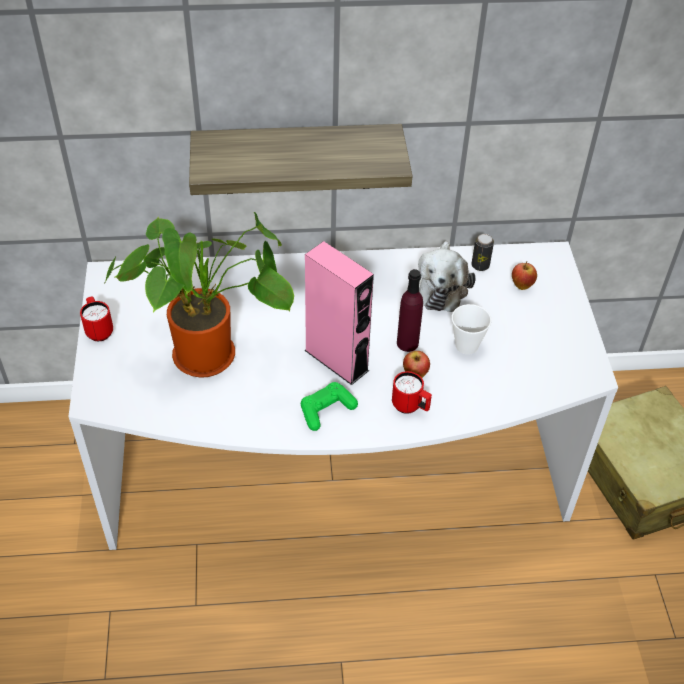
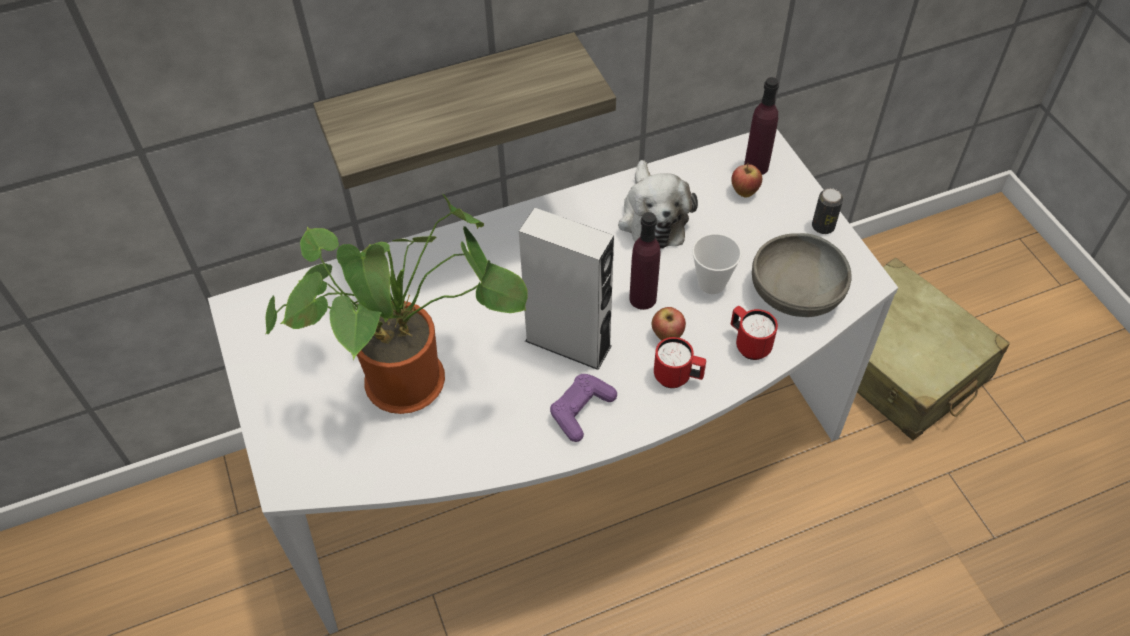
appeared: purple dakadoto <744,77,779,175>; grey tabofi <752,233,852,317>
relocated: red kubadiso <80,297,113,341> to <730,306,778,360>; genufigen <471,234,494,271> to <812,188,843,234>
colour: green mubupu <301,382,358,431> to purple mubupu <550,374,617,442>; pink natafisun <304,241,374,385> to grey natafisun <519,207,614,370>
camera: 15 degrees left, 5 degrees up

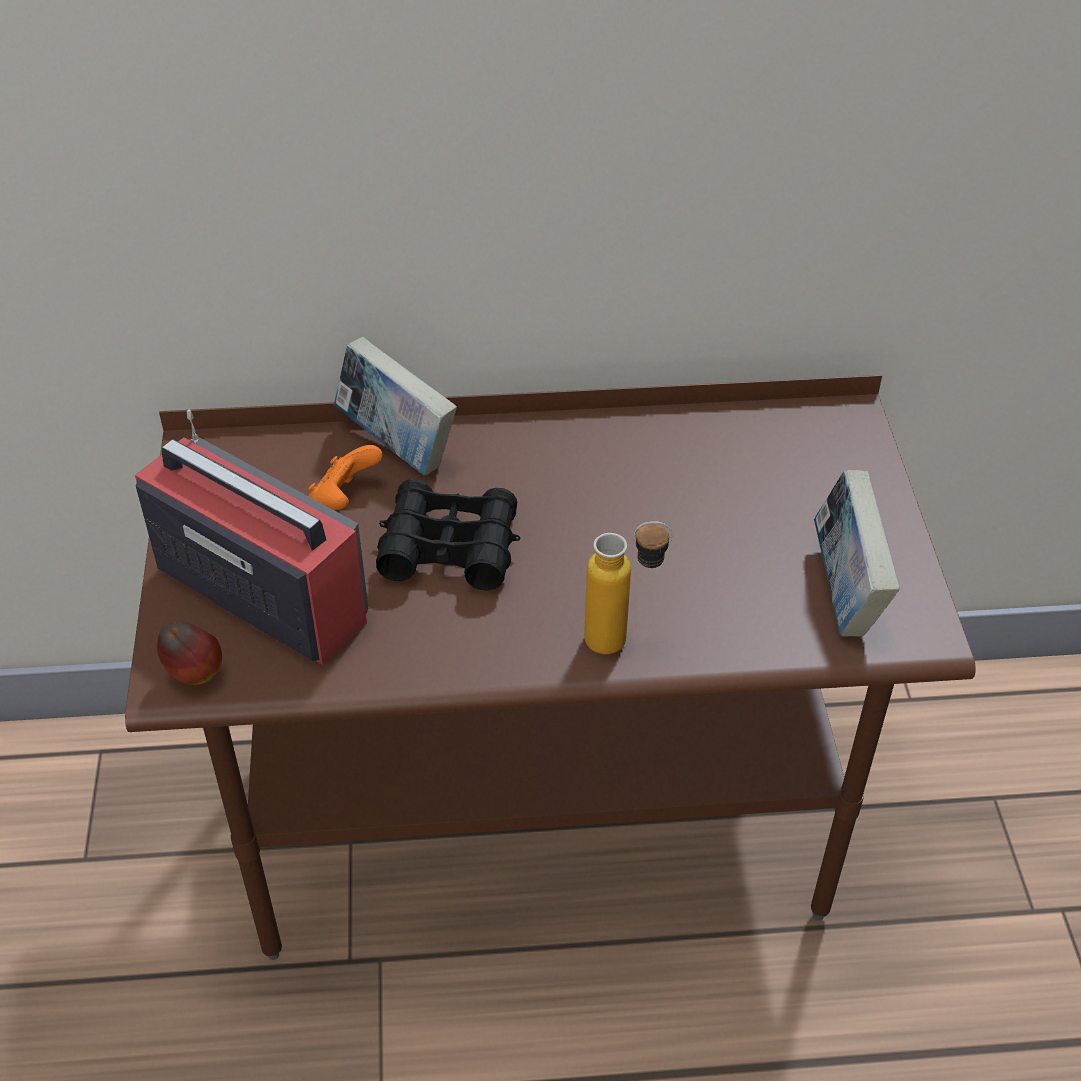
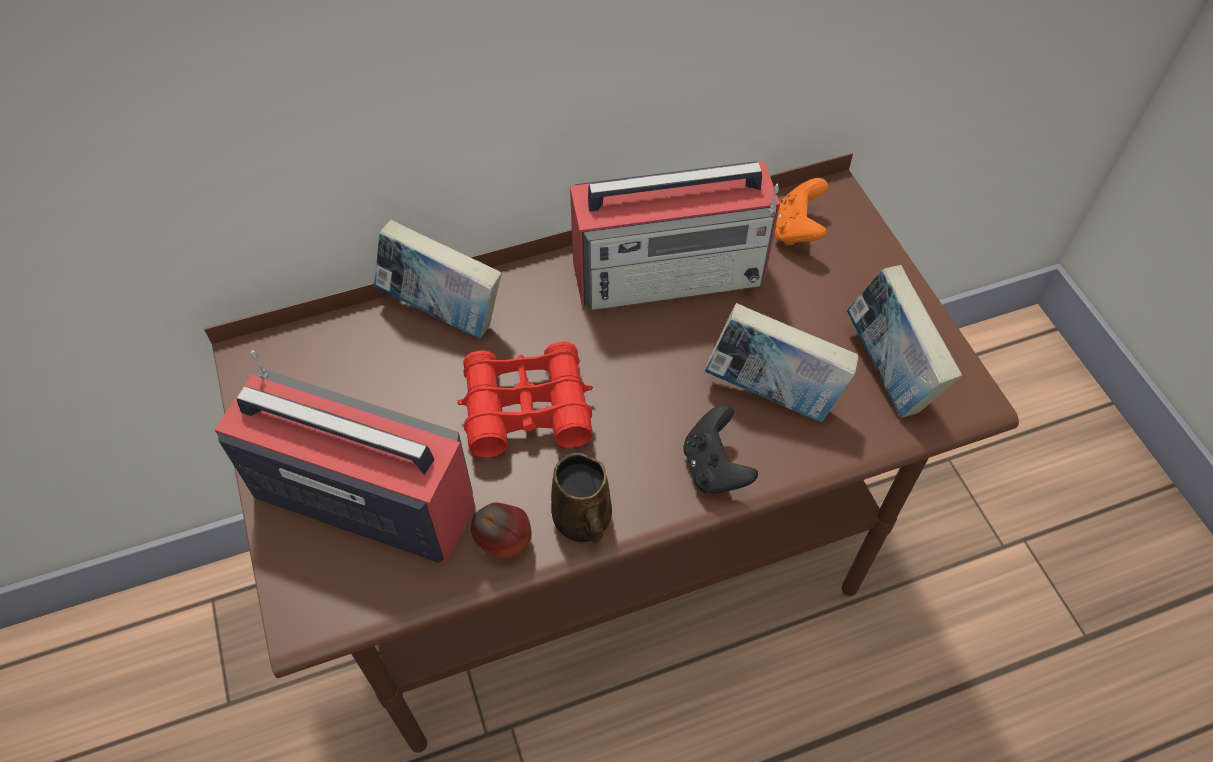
appeared: brown kubadiso <551,453,612,543>; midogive <570,161,780,311>; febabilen <705,303,858,422>
relocated: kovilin <157,622,222,685> to <471,503,532,559>; orange mubupu <308,445,383,510> to <775,178,828,246>
exchanged: dakadoto <584,521,672,654> to black mubupu <684,405,758,494>
colour: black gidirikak <376,479,521,591> to red gidirikak <457,341,593,457>
camera: 15 degrees left, 10 degrees up

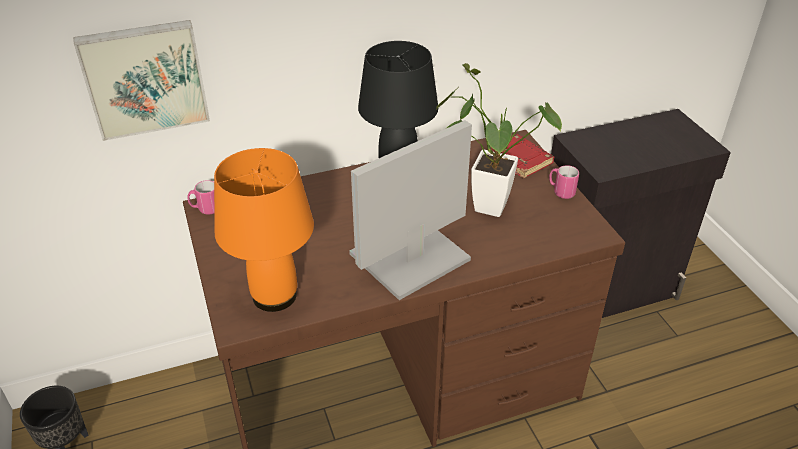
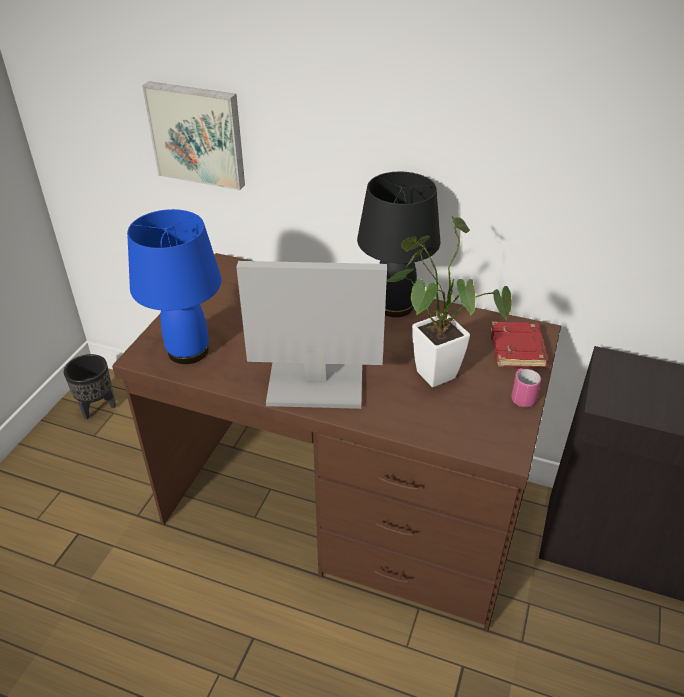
missing: pink kubadiso <187,180,214,215>
colour: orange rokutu <214,148,314,312> to blue rokutu <127,209,222,364>
camera: 40 degrees right, 0 degrees up

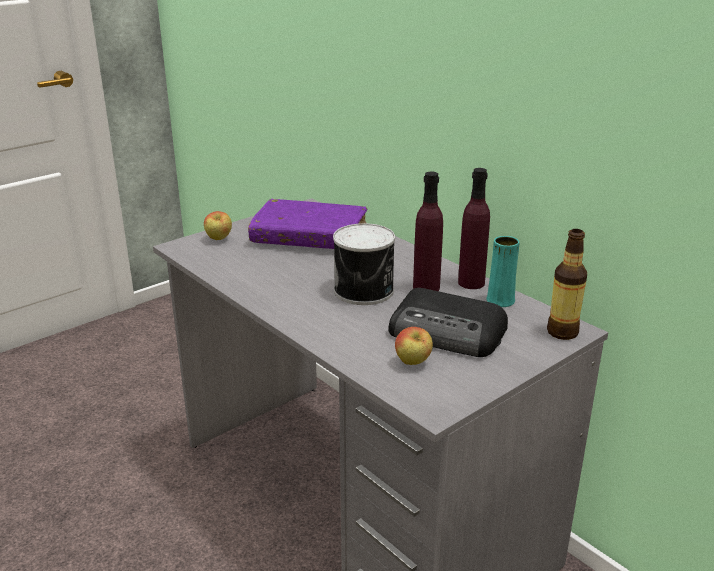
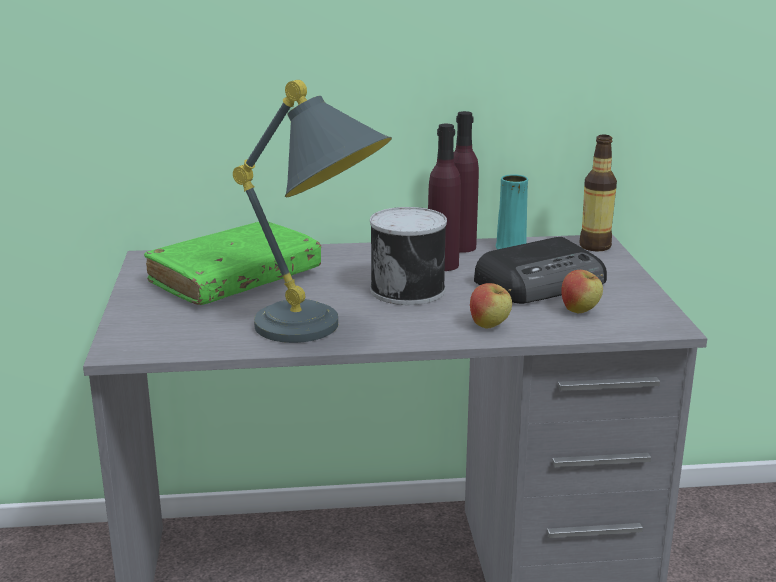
appeared: grey rokutu <233,80,392,343>
relocated: kovilin <204,211,232,240> to <470,283,512,329>
colour: purple febabilen <248,199,368,249> to green febabilen <144,222,321,305>
camera: 55 degrees left, 5 degrees down

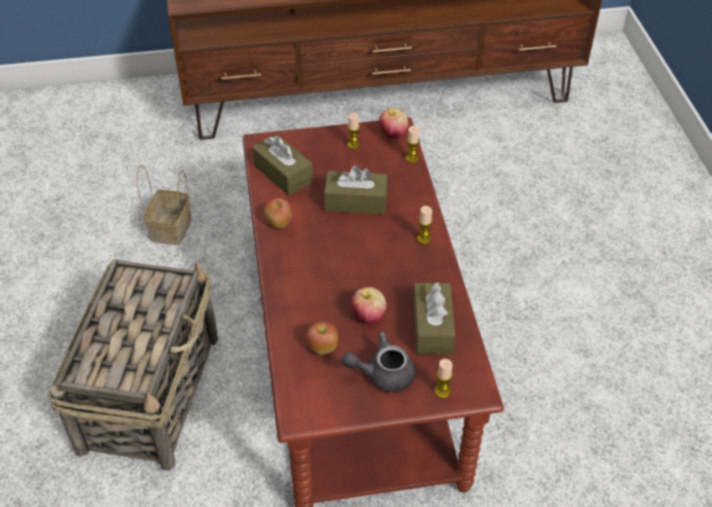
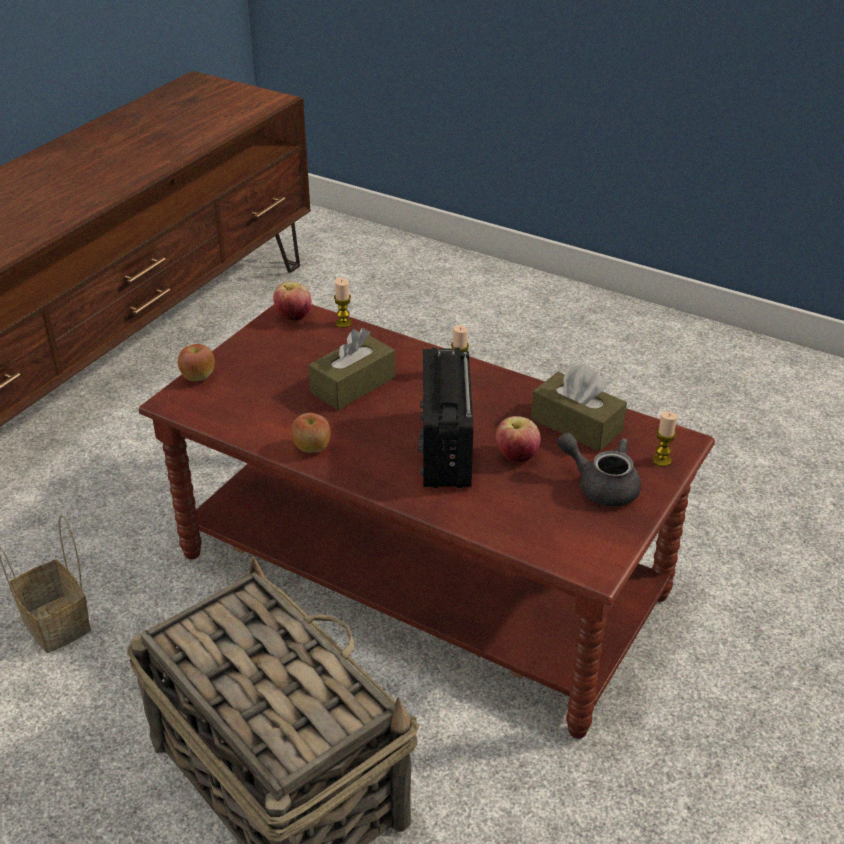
missing: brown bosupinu <252,134,313,196>; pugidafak <347,113,360,150>
appeared: midogive <418,347,473,488>
relocated: kovilin <307,322,338,355> to <178,344,215,381>
spun: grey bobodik <342,332,416,392> = <557,433,641,506> 90 degrees clockwise
camera: 50 degrees left, 10 degrees down

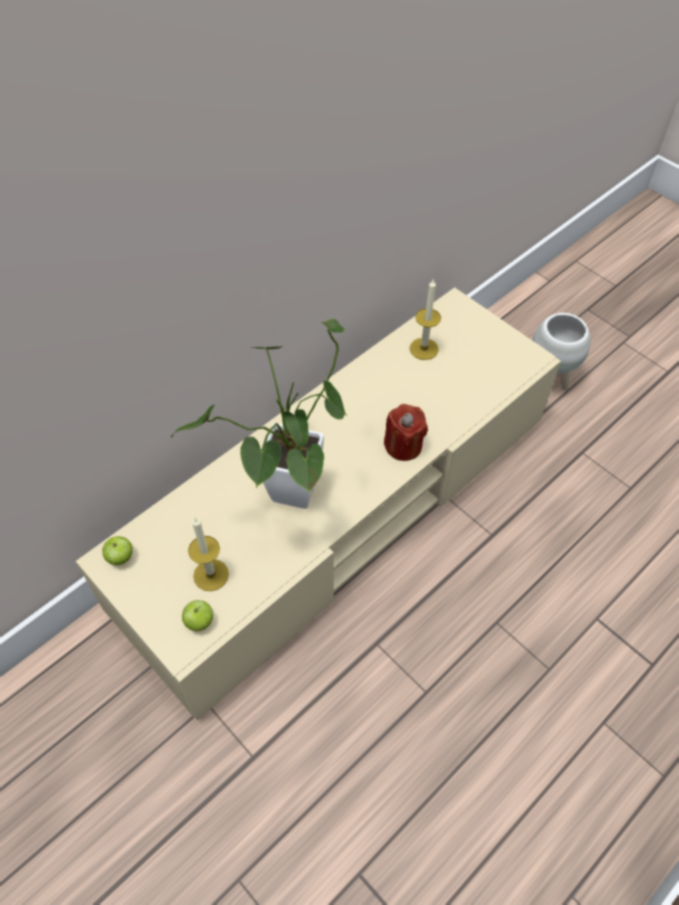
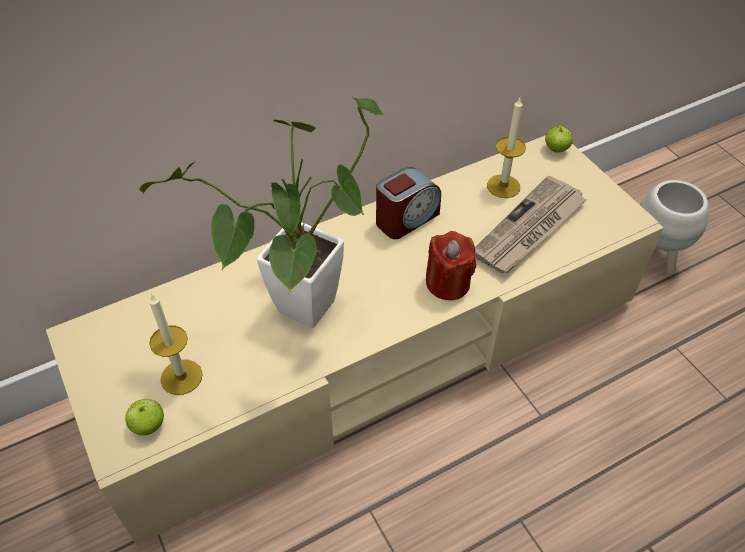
appeared: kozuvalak <376,167,441,239>; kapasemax <475,176,587,273>
relocated: kovilin <102,536,133,565> to <545,126,573,153>
camera: 15 degrees right, 5 degrees down

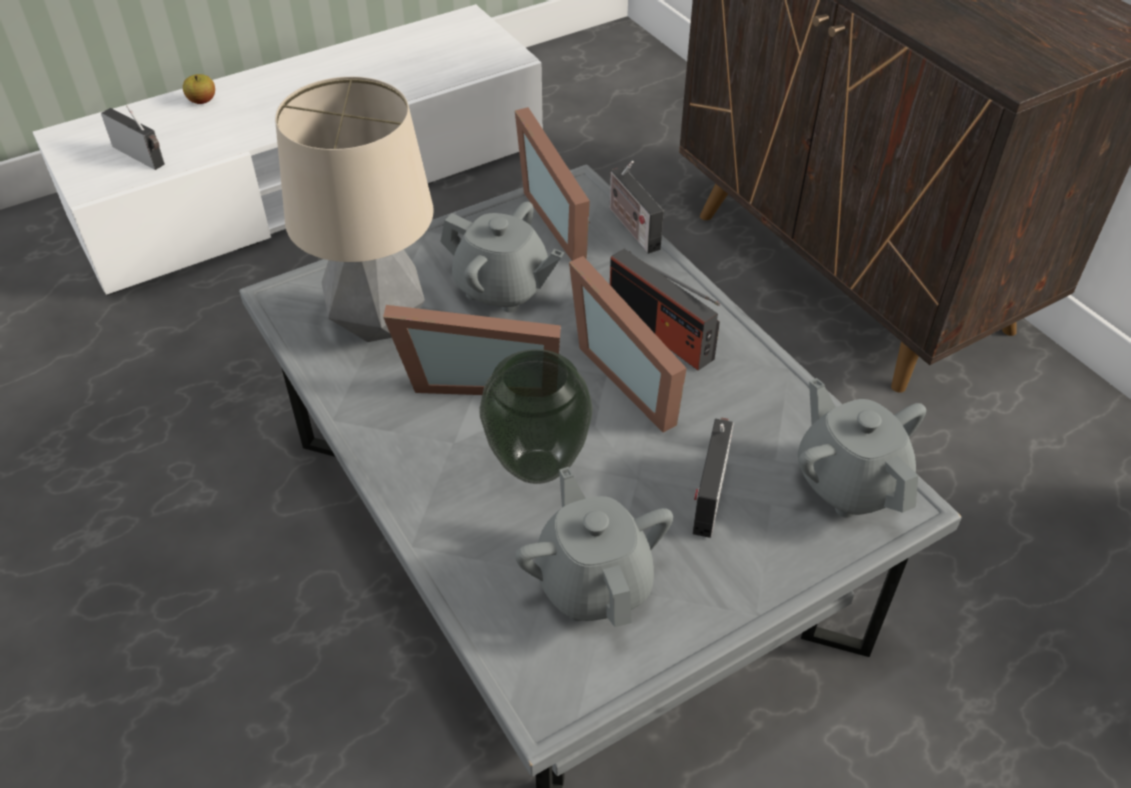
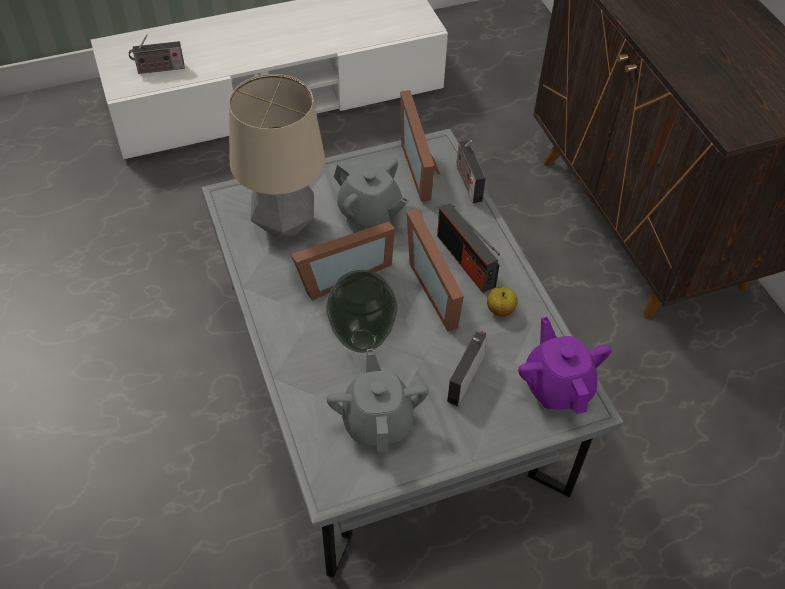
relocated: kovilin <183,74,215,104> to <487,287,517,316>
colour: grey bobodik <798,378,926,518> to purple bobodik <518,317,611,414>
spun: midogive <101,105,165,170> = <129,34,185,74> 120 degrees clockwise; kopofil <383,305,561,395> = <291,222,395,301> 45 degrees counterclockwise
camera: 10 degrees right, 5 degrees up

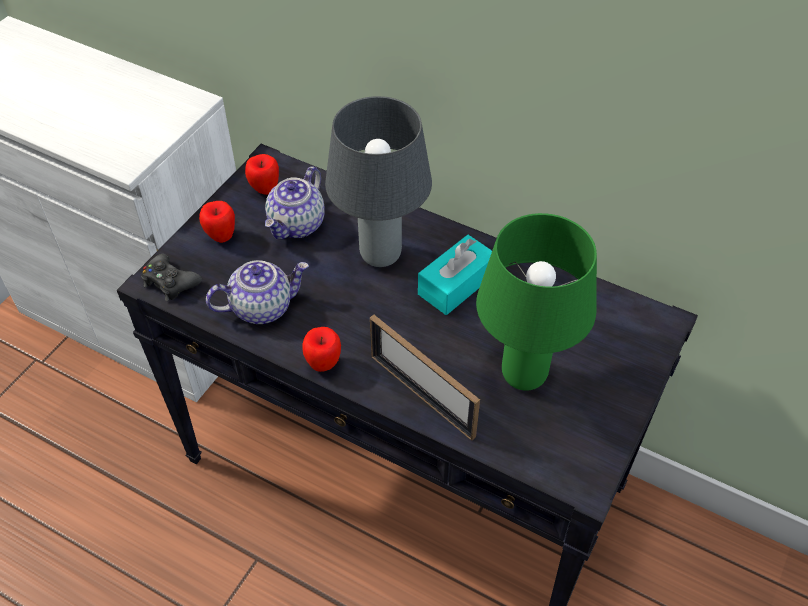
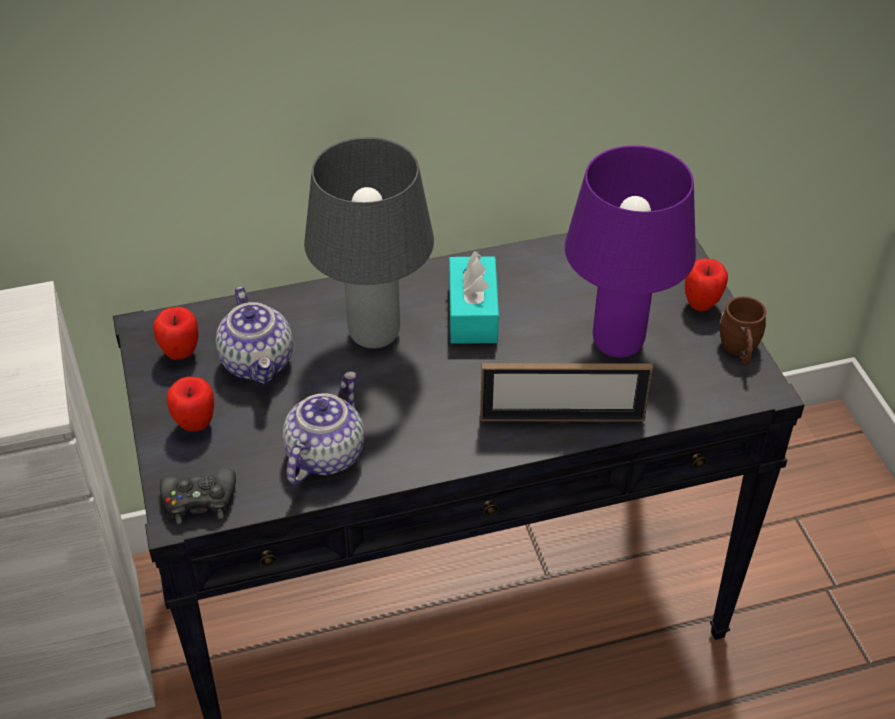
appeared: brown kubadiso <720,296,767,366>
relocated: kovilin <302,327,341,372> to <685,258,728,311>
colour: green rokutu <476,213,597,390> to purple rokutu <565,145,696,358>
camera: 45 degrees left, 5 degrees down

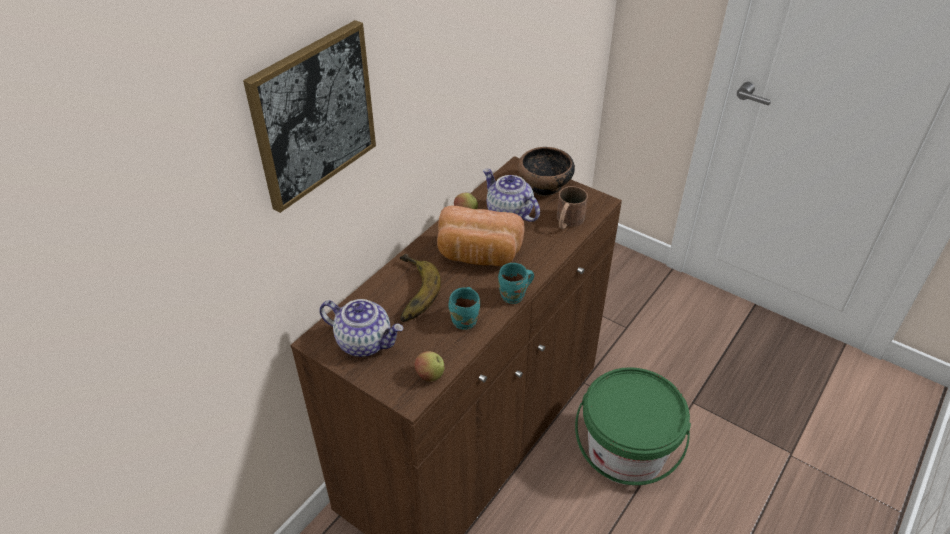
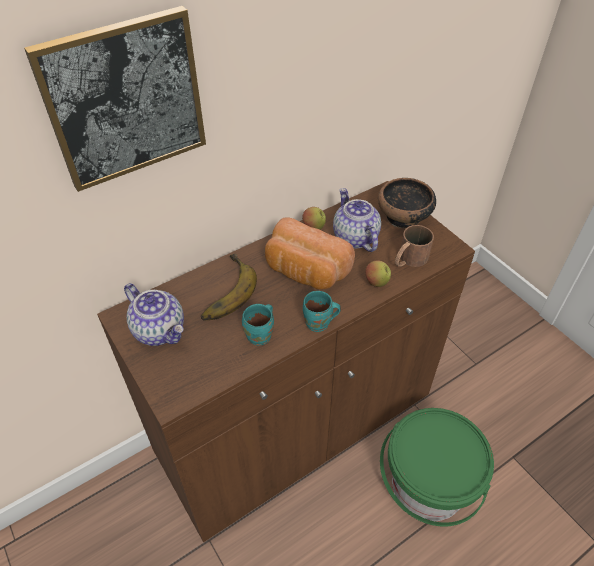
relocated: kovilin <414,351,445,382> to <365,260,391,287>
camera: 20 degrees right, 5 degrees up

